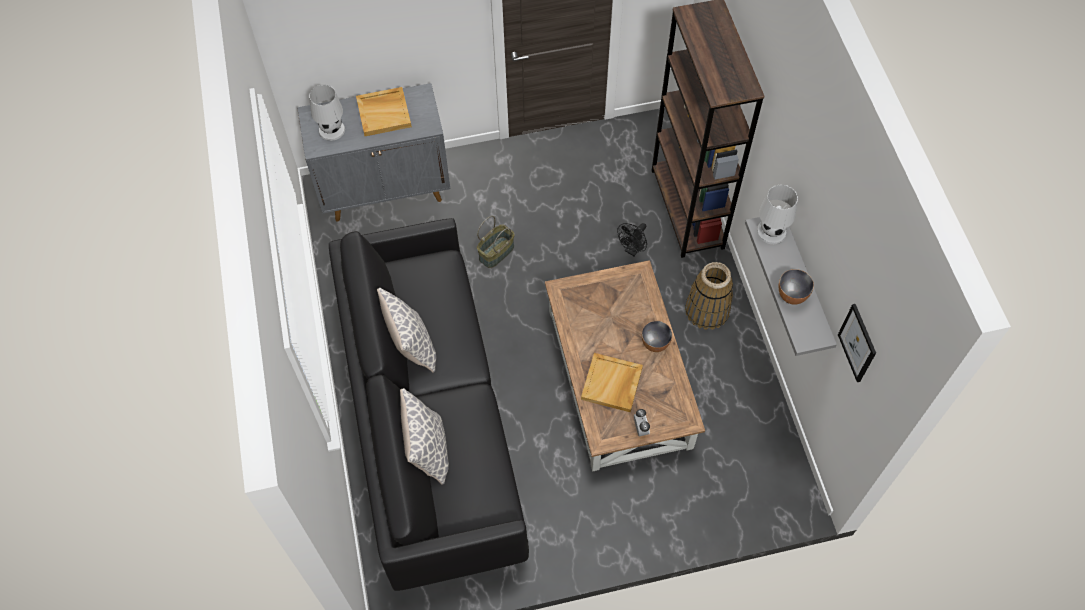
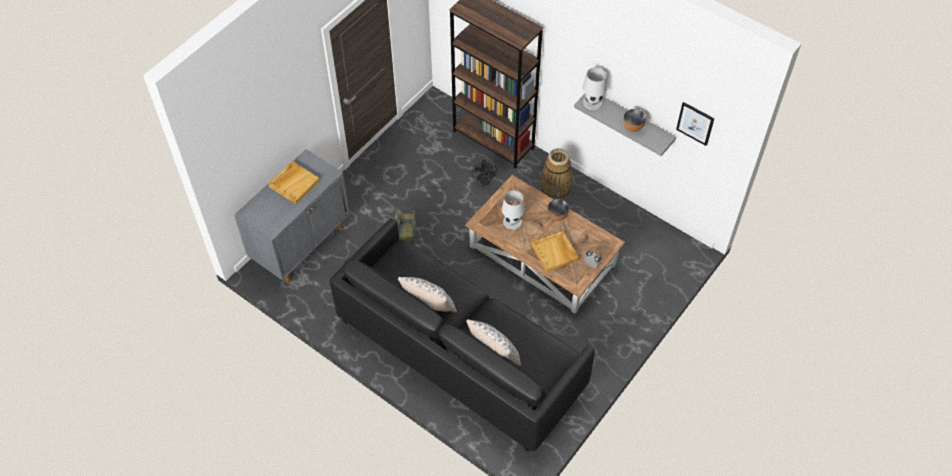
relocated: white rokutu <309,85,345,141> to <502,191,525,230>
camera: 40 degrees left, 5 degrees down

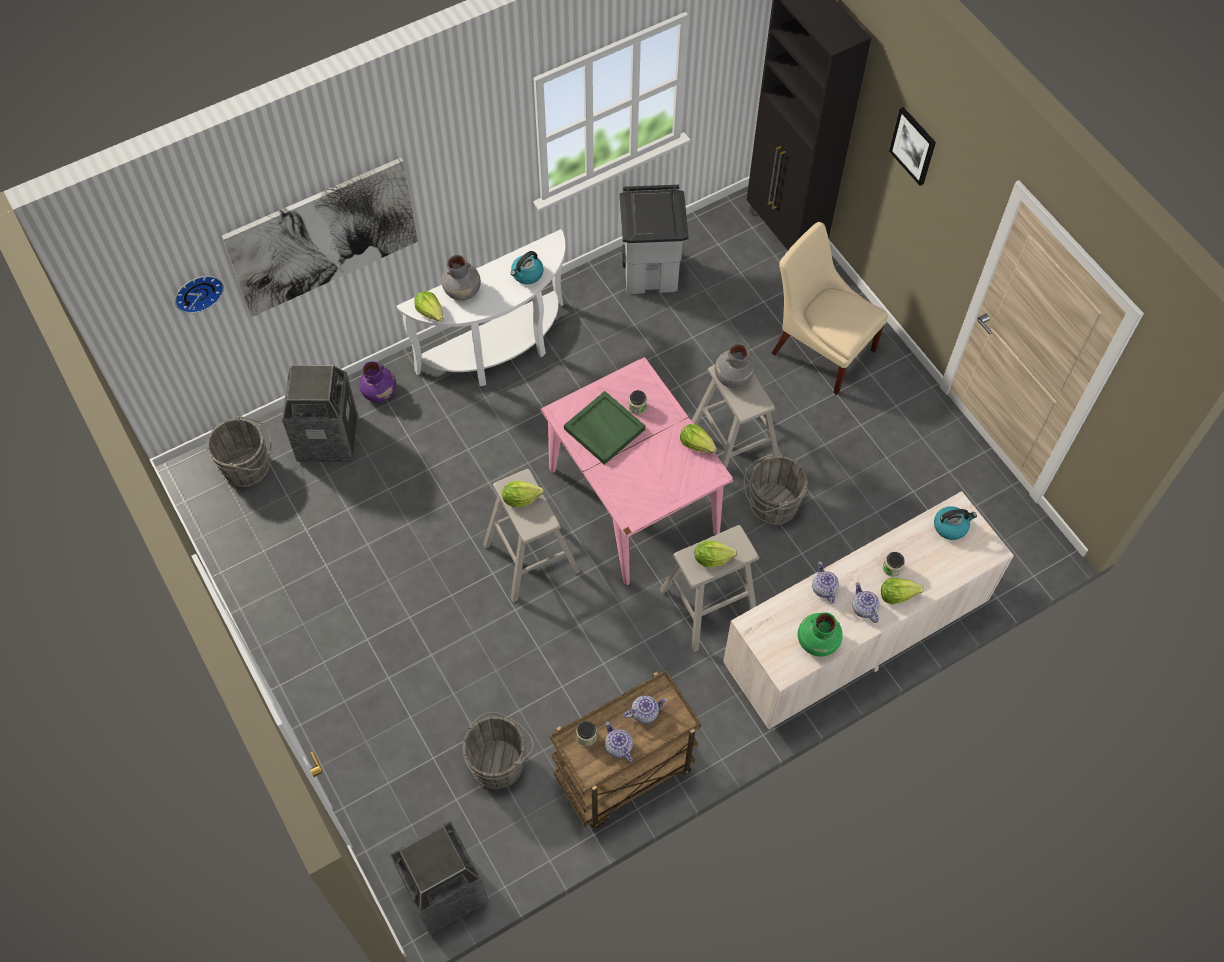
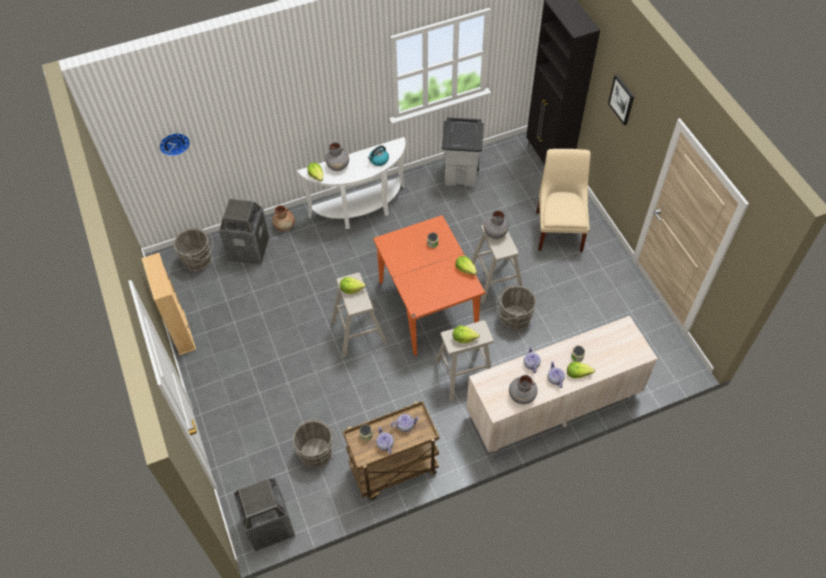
missing: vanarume <222,157,418,317>; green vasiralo <564,391,645,465>; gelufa <934,506,977,540>
appeared: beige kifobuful <141,253,196,355>
colour: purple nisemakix <359,361,396,402> to brown nisemakix <272,205,295,232>; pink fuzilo <541,357,734,585> to orange fuzilo <373,215,485,356>; green nisemakix <798,612,843,656> to grey nisemakix <509,375,538,404>
spun: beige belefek <772,222,888,395> = <536,149,591,252> 45 degrees clockwise
camera: 10 degrees right, 5 degrees down

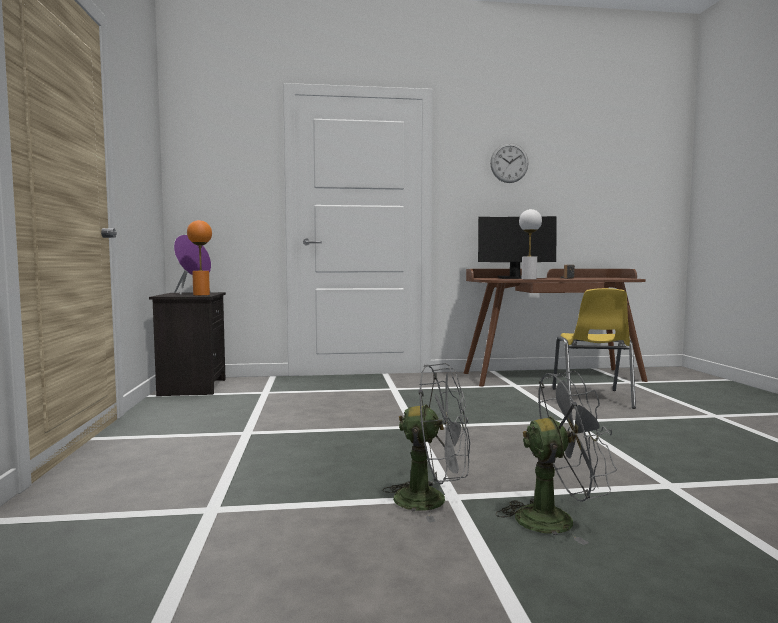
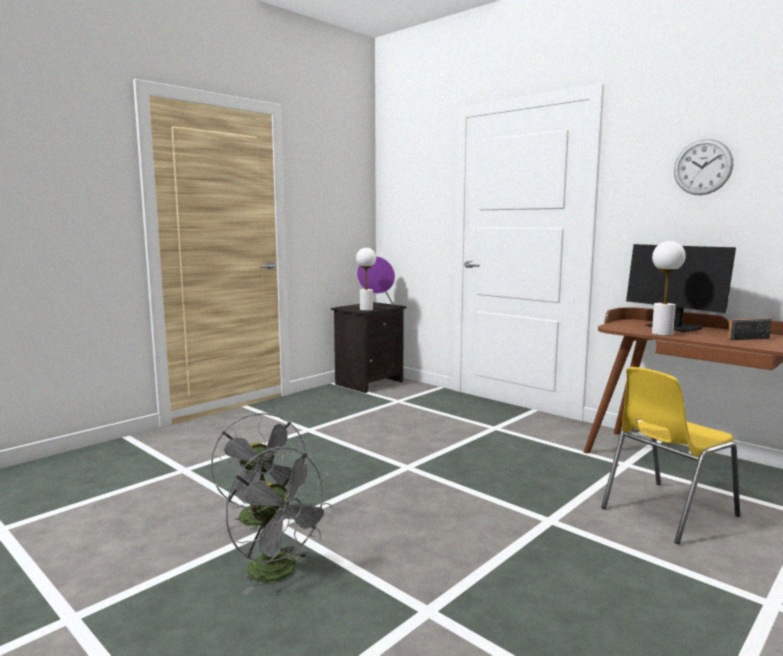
colour: orange rokutu <187,220,212,296> to white rokutu <356,248,376,311>
camera: 50 degrees right, 5 degrees up

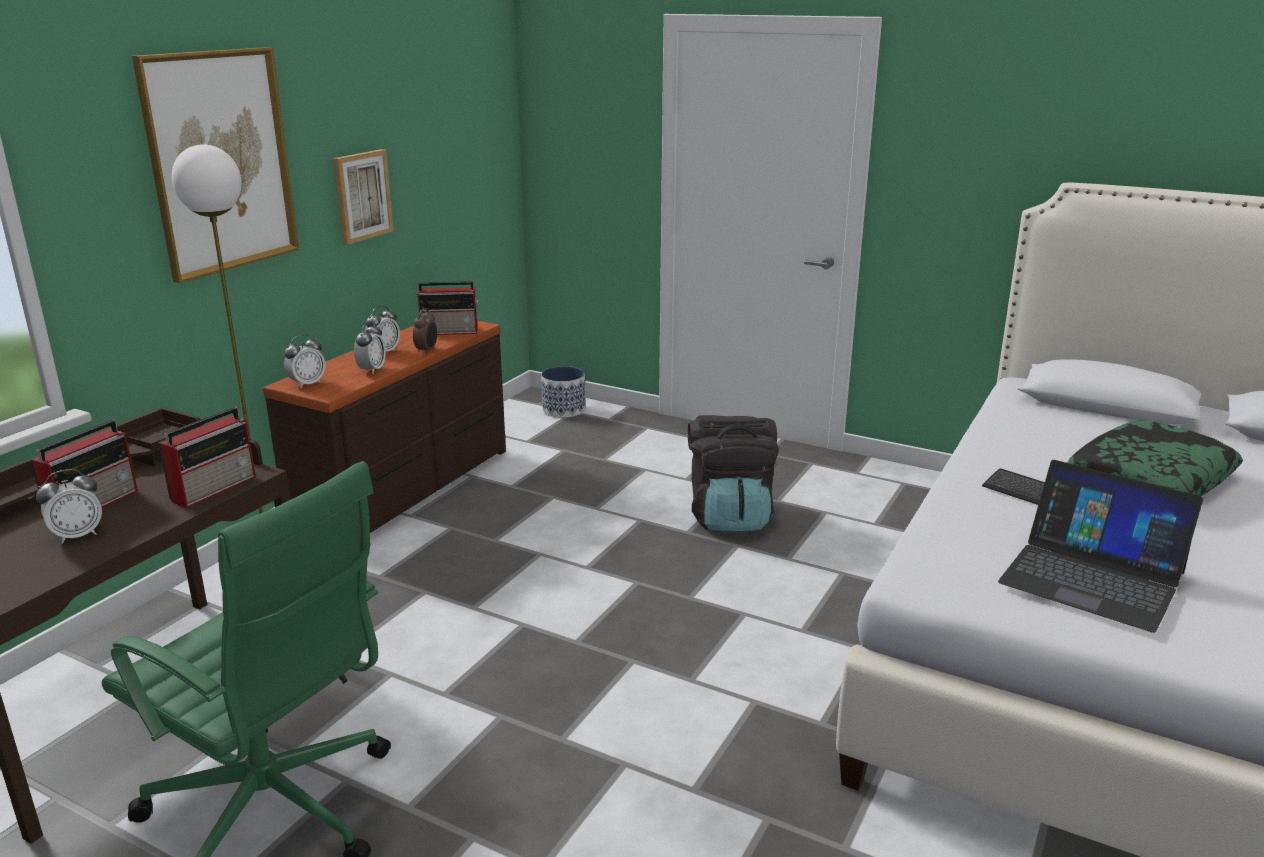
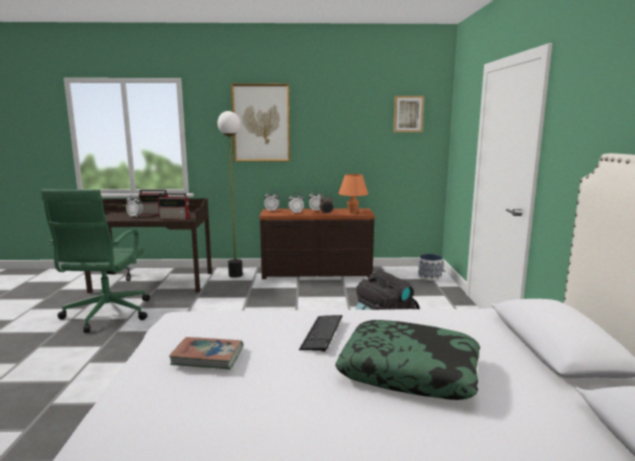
relocated: vanarume <333,149,394,245> to <393,96,424,132>
exchanged: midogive <418,281,479,335> to orange rokutu <338,174,368,213>; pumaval <998,460,1203,633> to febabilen <169,337,243,369>
camera: 60 degrees right, 10 degrees down

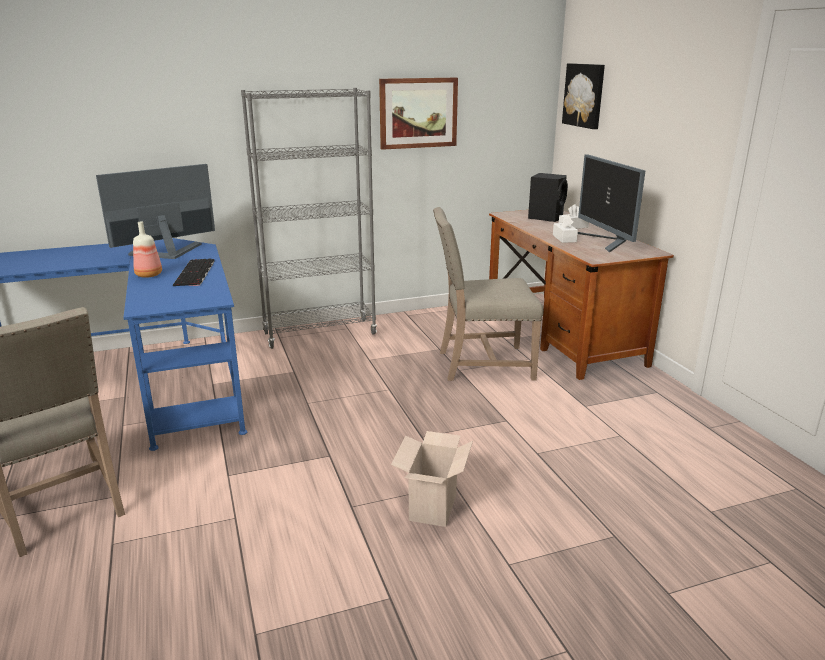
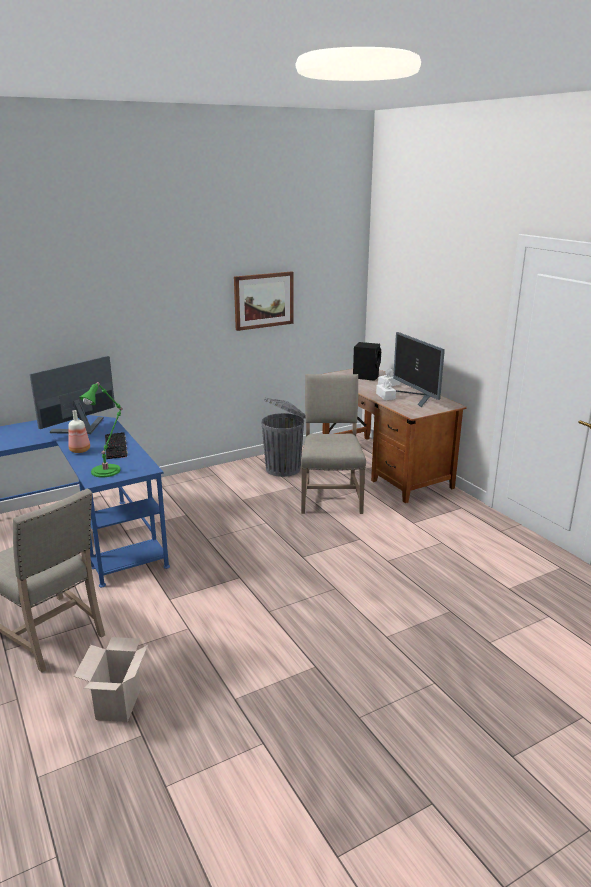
missing: grey kifobuful <241,88,377,349>; vanarume <562,63,605,129>
appeared: green rokutu <79,382,122,477>; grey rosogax <261,398,306,477>
relocated: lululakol <391,431,473,527> to <74,637,148,722>
spun: beige belefek <433,207,544,381> = <301,374,366,514> 105 degrees clockwise
camera: 10 degrees left, 0 degrees up

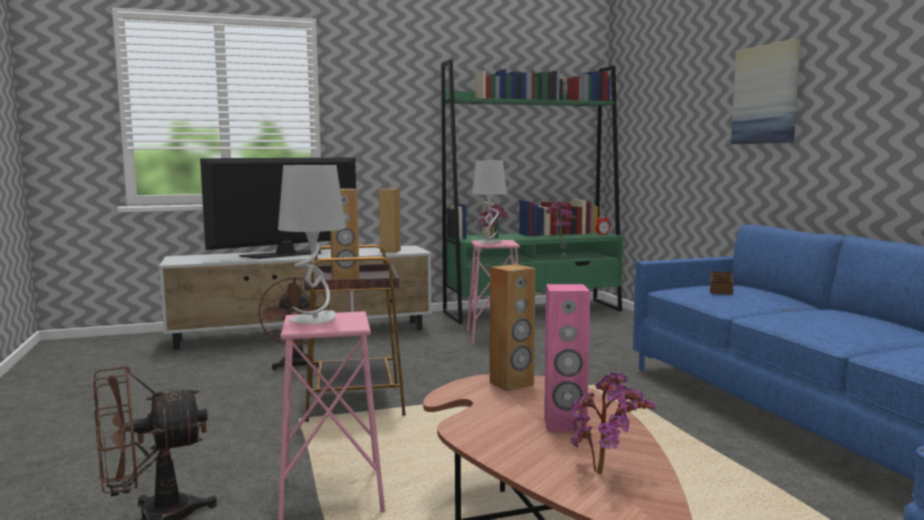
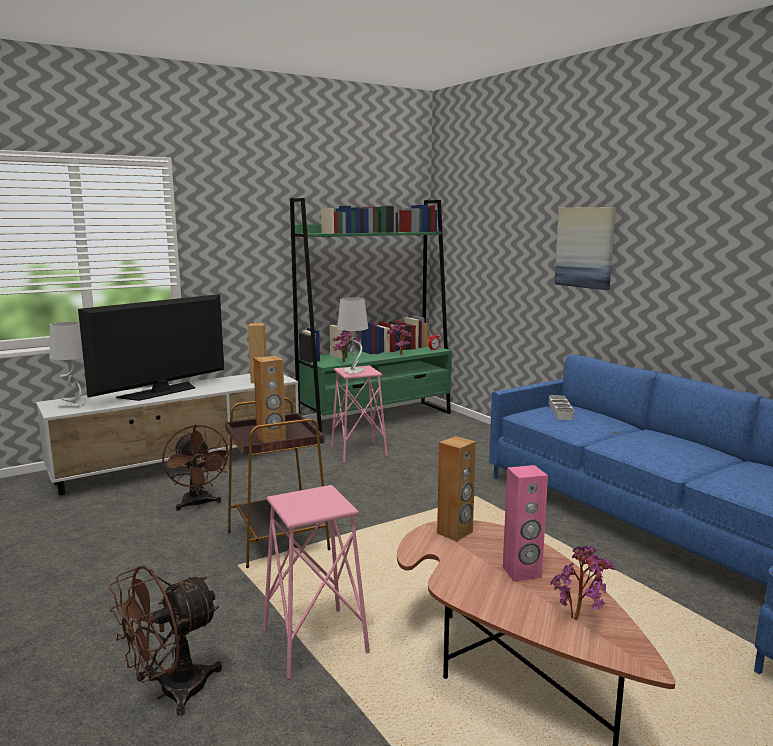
relocated: grey rokutu <278,165,346,324> to <49,322,86,407>
colour: brown vasiralo <710,271,733,295> to grey vasiralo <549,395,574,420>
camera: 15 degrees left, 5 degrees up

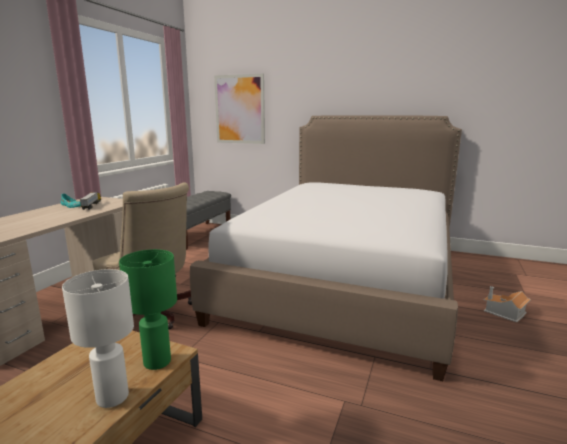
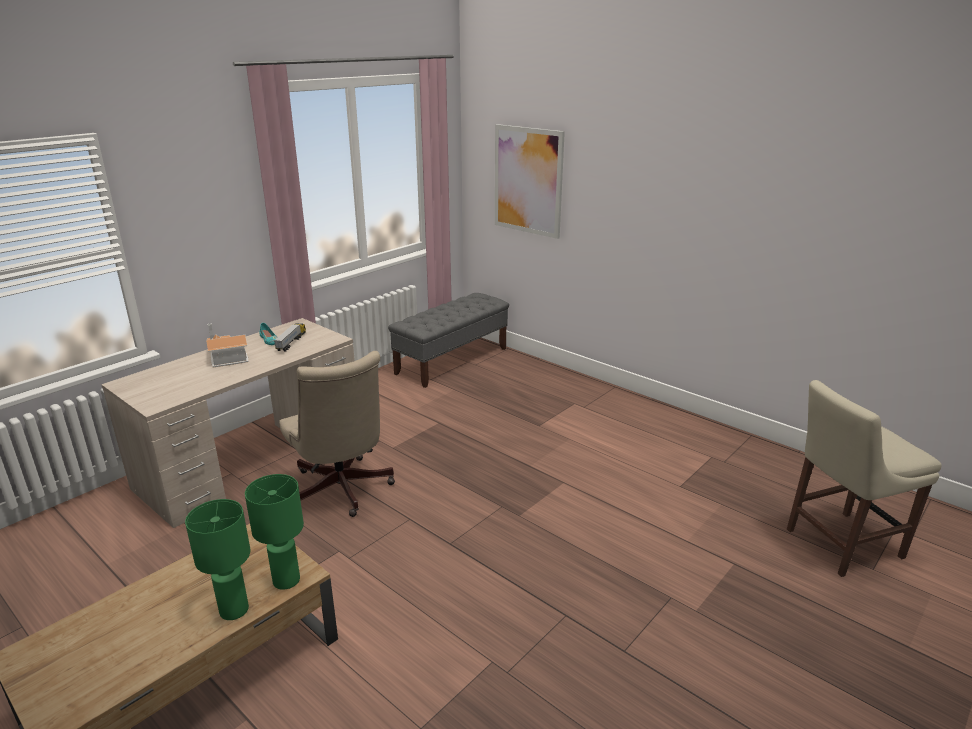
missing: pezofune <190,115,462,381>
appeared: beige belefek <787,380,942,577>
relocated: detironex <484,286,531,322> to <206,323,248,367>
colour: white rokutu <62,269,134,408> to green rokutu <185,499,250,620>
camera: 20 degrees right, 10 degrees up

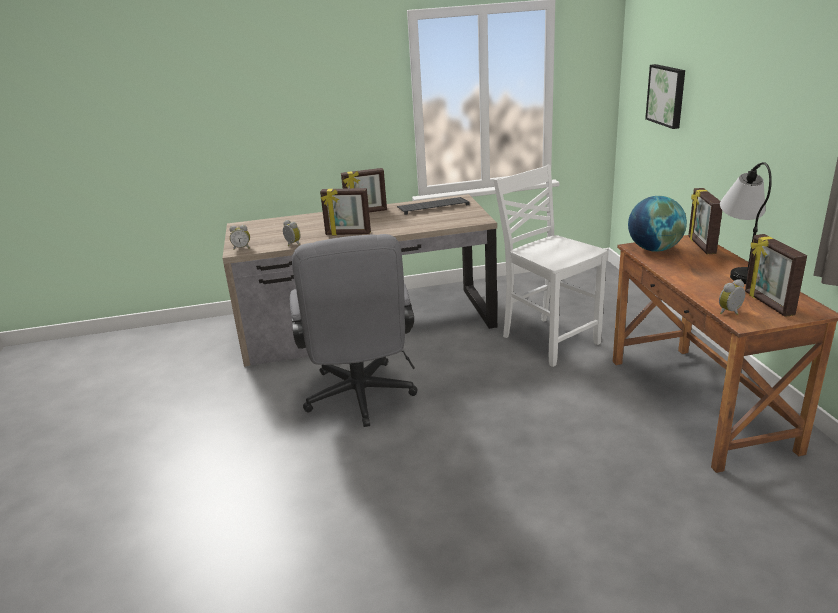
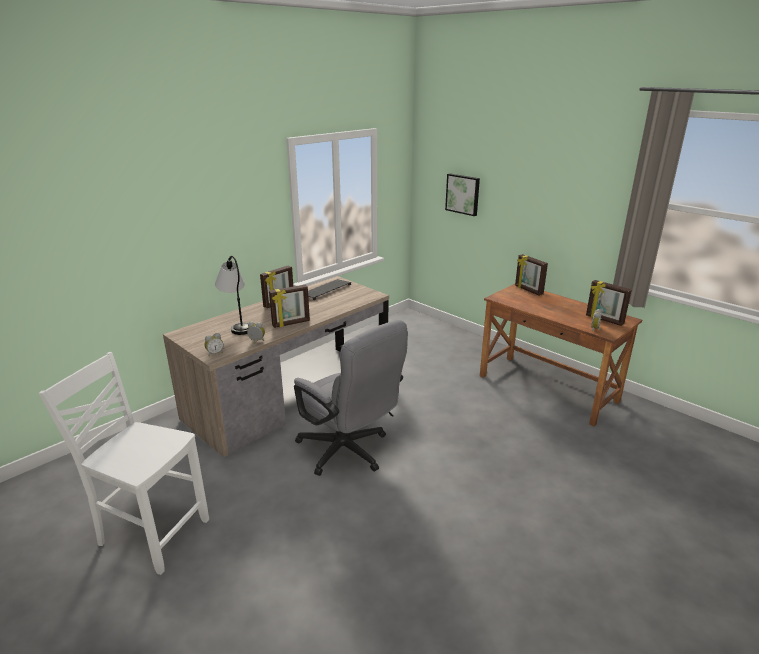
missing: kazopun <628,196,687,252>
relocated: white belefek <494,165,607,367> to <39,352,209,575>; rokutu <720,162,772,284> to <215,256,249,335>
camera: 35 degrees left, 0 degrees up

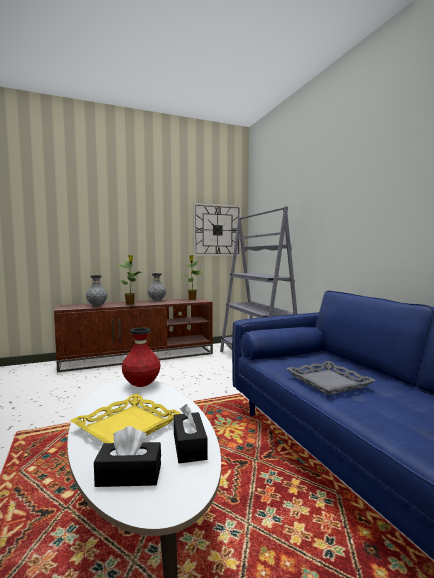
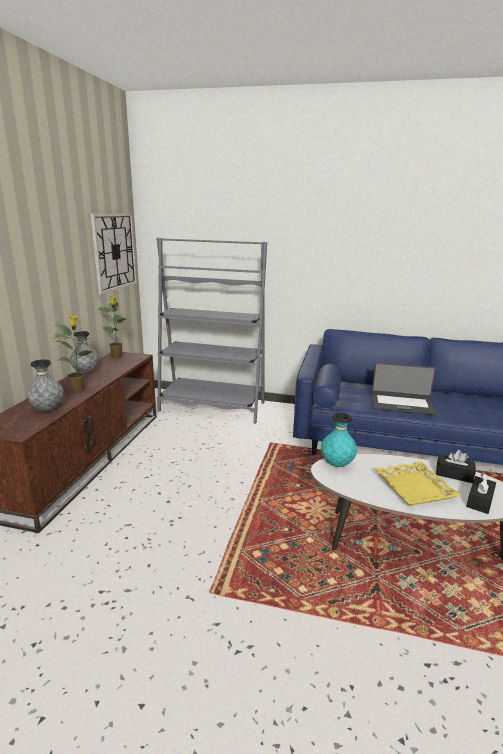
exchanged: grey vasiralo <286,361,376,395> to pumaval <371,363,437,415>
colour: red nisemakix <122,328,161,387> to turquoise nisemakix <321,413,357,467>
camera: 55 degrees left, 15 degrees up

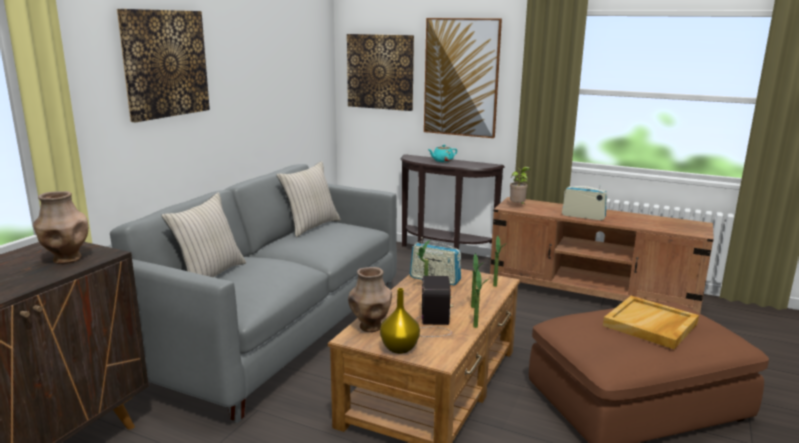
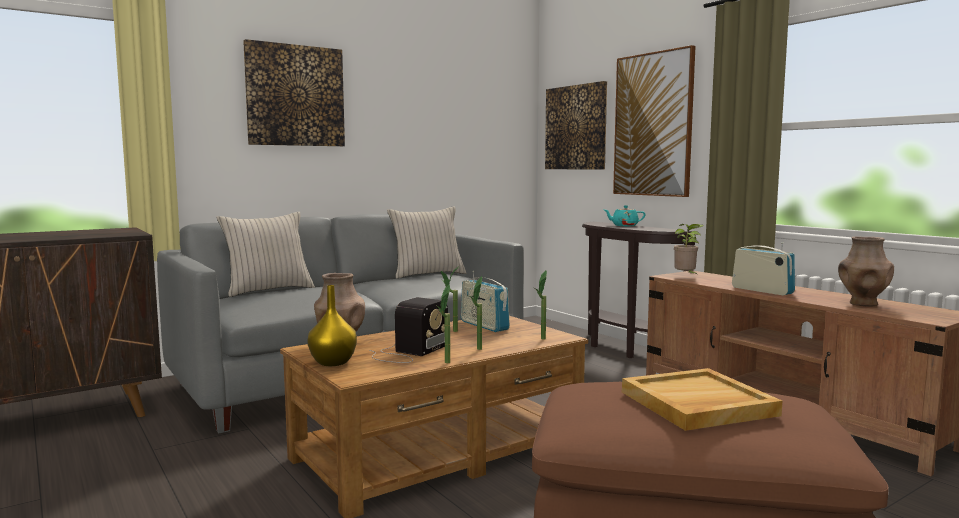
relocated: brown nisemakix <33,191,88,264> to <838,236,894,306>
camera: 30 degrees right, 10 degrees down

